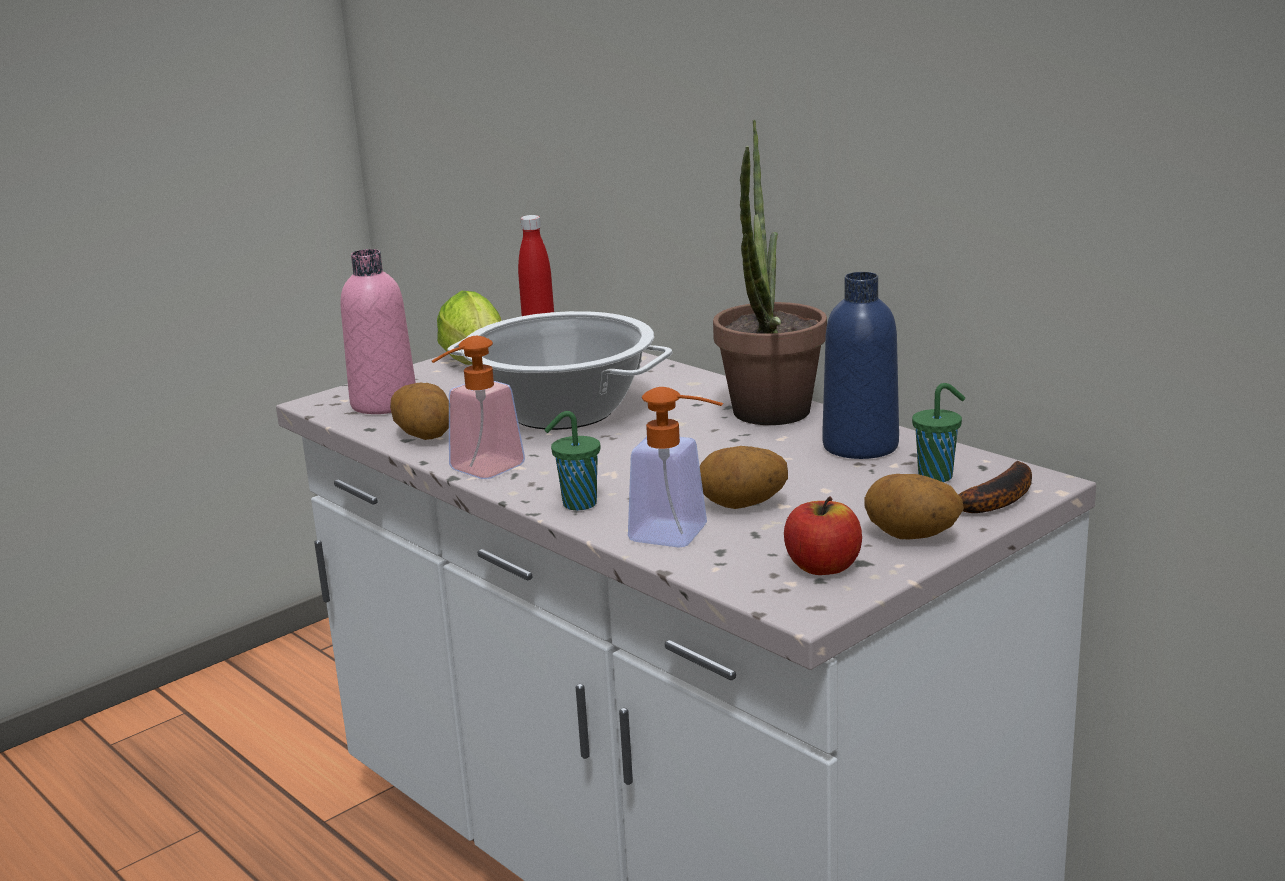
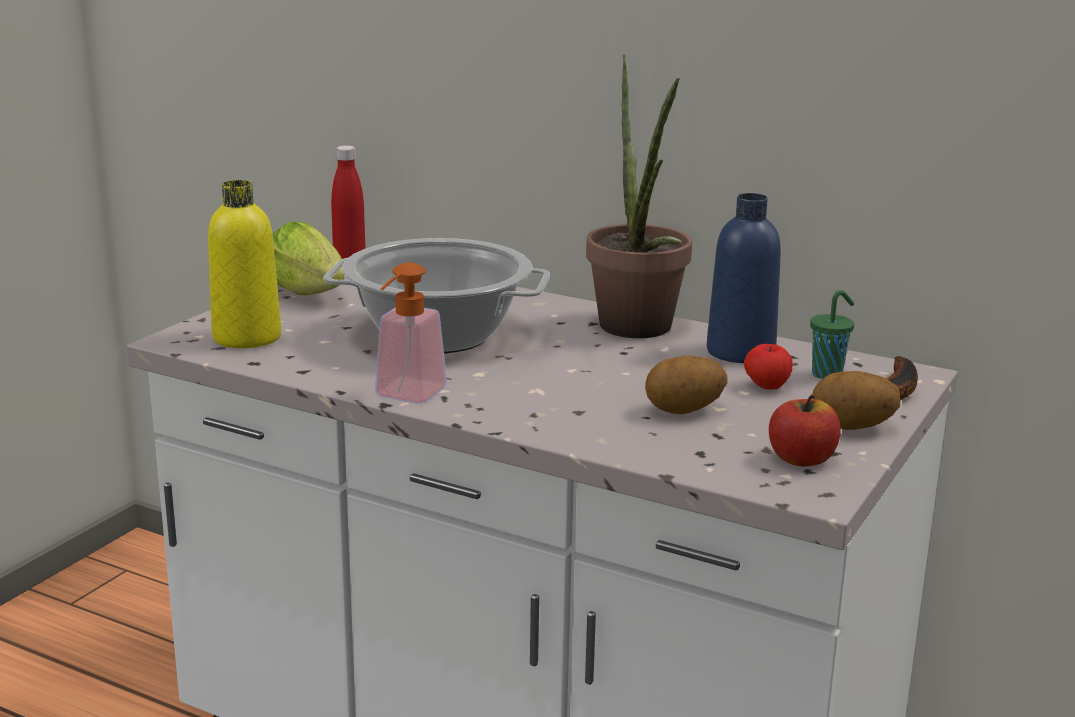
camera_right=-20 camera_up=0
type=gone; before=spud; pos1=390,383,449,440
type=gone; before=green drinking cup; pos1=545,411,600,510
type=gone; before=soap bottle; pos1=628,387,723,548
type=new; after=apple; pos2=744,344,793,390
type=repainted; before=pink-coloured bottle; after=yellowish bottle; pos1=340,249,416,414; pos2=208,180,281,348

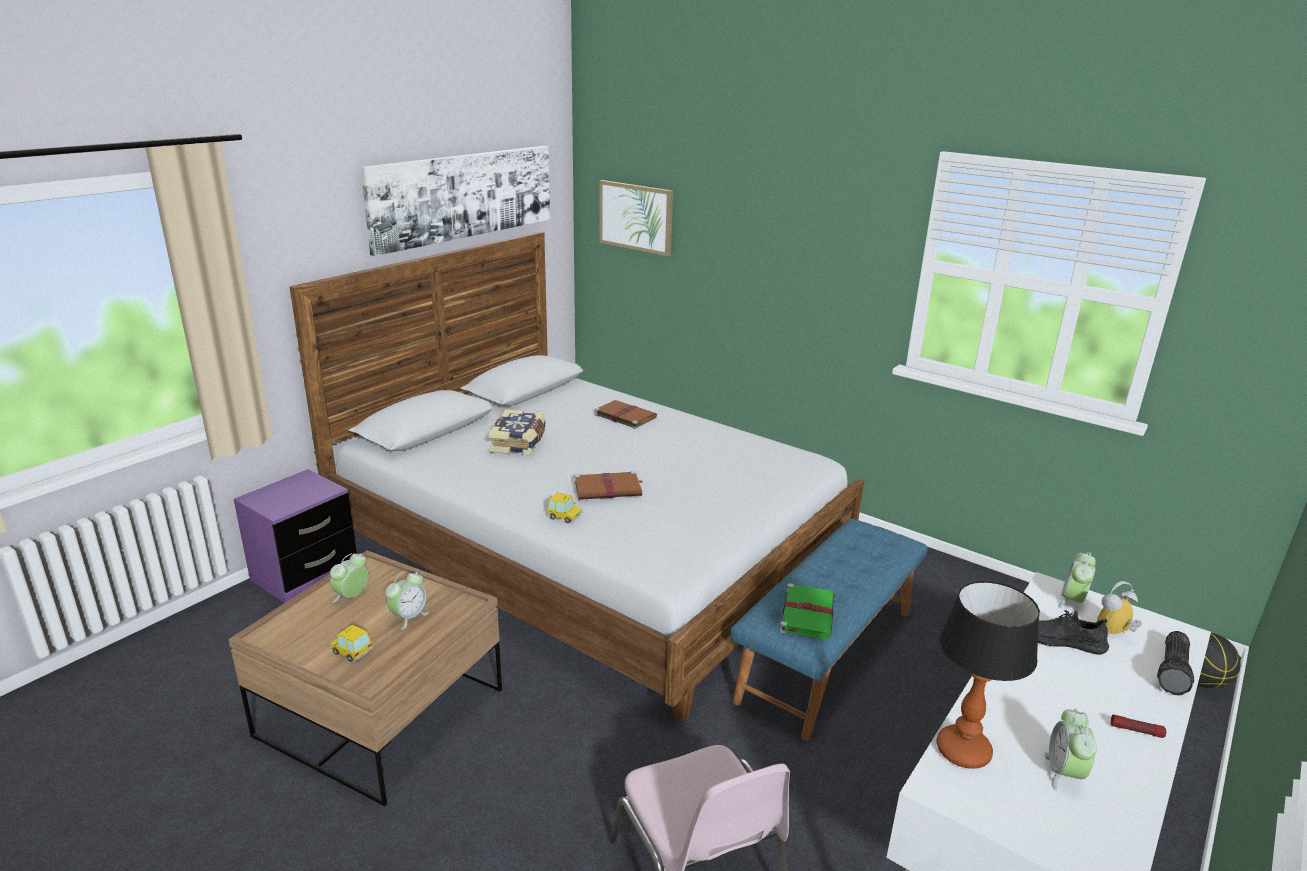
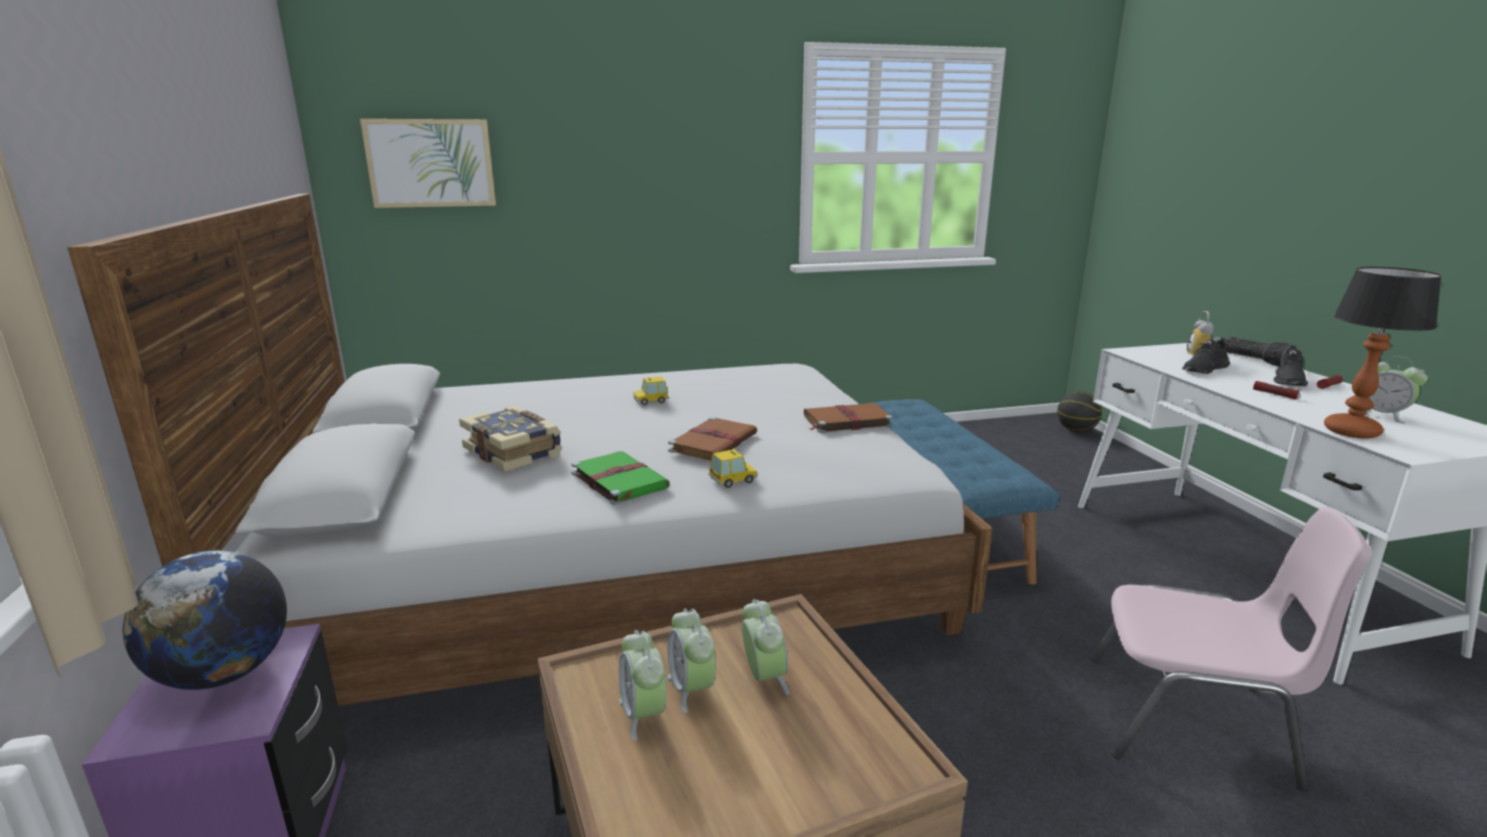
camera_right=-50 camera_up=-5
type=gone; before=picture; pos1=360,146,550,256
type=new; after=desk globe; pos2=123,551,287,690
type=new; after=torch; pos2=1253,381,1300,399
type=new; after=black low shoe; pos2=1274,345,1308,386
type=shifted; before=model car; pos1=330,625,373,662; pos2=633,376,669,405
type=shifted; before=brown-coloured bound book; pos1=594,400,657,429; pos2=804,403,893,433
type=shifted; before=green bound book; pos1=779,583,835,640; pos2=571,451,670,505
type=shifted; before=alarm clock; pos1=1058,552,1096,608; pos2=667,608,716,713

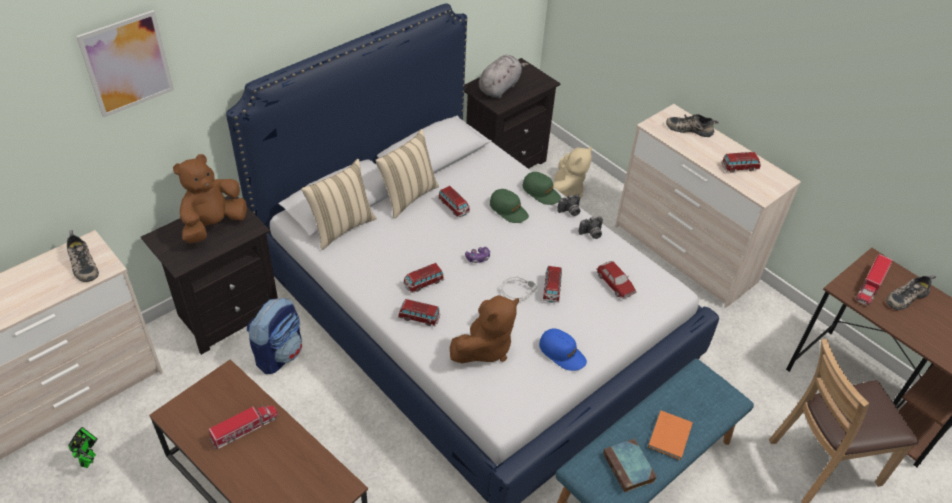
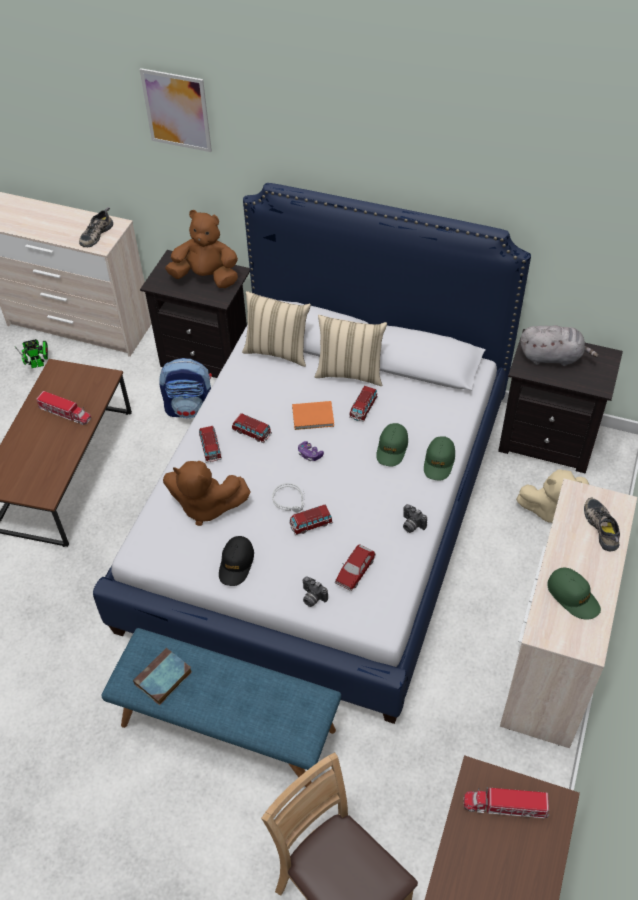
camera_right=65 camera_up=5
type=gone; before=low shoe; pos1=886,275,936,310
type=shifted; before=still camera; pos1=557,194,580,216; pos2=303,577,328,607
type=shifted; before=orange bound book; pos1=648,411,693,460; pos2=292,401,334,430
type=swapped; before=model car; after=green baseball cap; pos1=721,152,761,173; pos2=547,568,601,620
type=repainted; before=blue-coloured baseball cap; after=black baseball cap; pos1=539,328,587,371; pos2=219,536,254,586

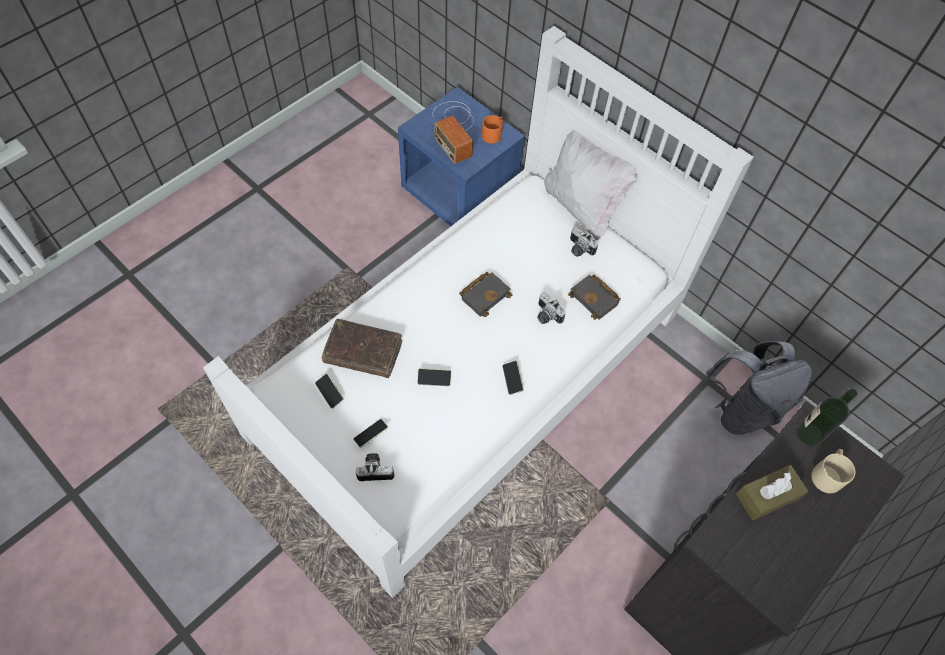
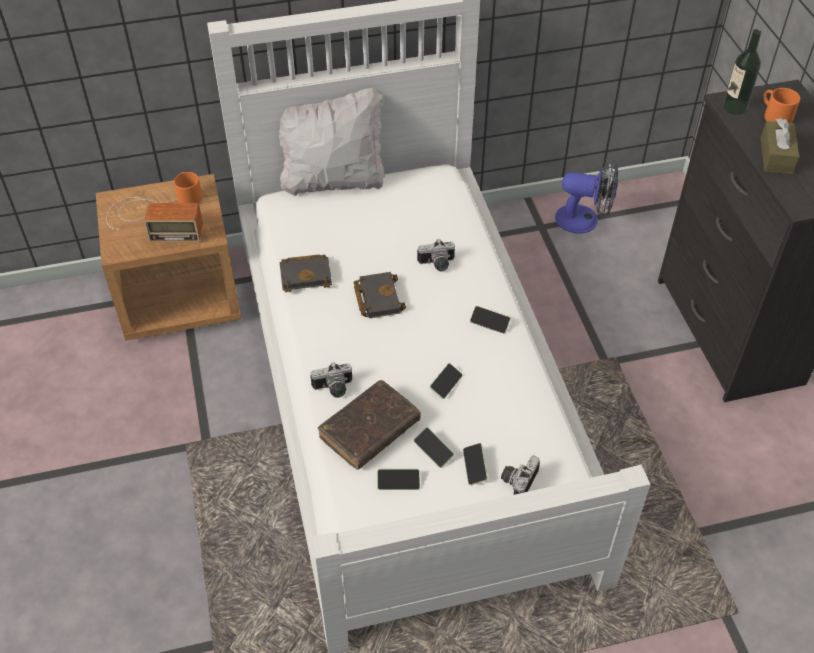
camera_right=-55 camera_up=-10
type=new; after=phone; pos2=414,427,454,468
type=shifted; before=black bound book; pos1=568,274,621,320; pos2=280,255,332,292
type=shifted; before=still camera; pos1=570,227,598,257; pos2=310,362,352,398
type=swapped; before=gray backpack; after=electric fan; pos1=705,341,812,435; pos2=555,160,618,234
type=repainted; before=blue-coloured night table; after=brown-coloured night table; pos1=398,87,525,226; pos2=96,174,241,341
type=repainted; before=beige-coloured coffee mug; after=orange coffee mug; pos1=811,449,856,493; pos2=763,88,800,123

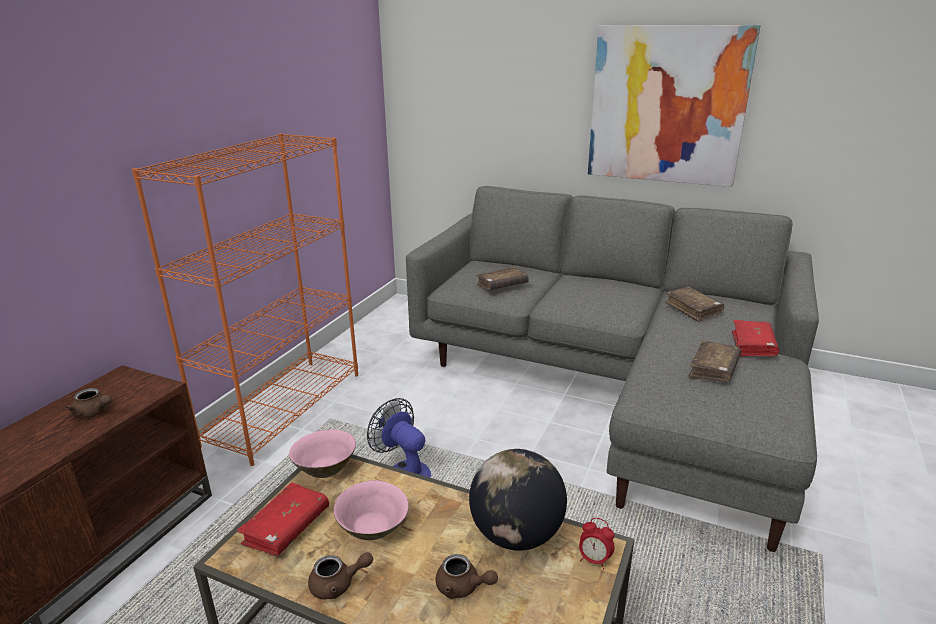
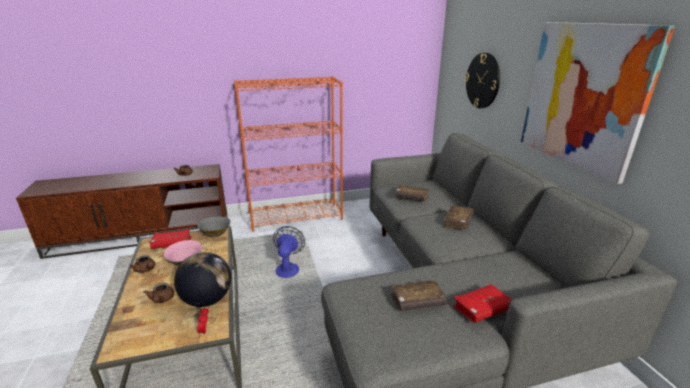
camera_right=50 camera_up=0
type=new; after=hanging clock; pos2=465,53,500,108
type=shifted; before=brown-coloured bound book; pos1=664,286,724,322; pos2=443,205,474,229
type=repainted; before=pink-coloured bowl; after=gray bowl; pos1=289,429,356,478; pos2=197,216,231,238

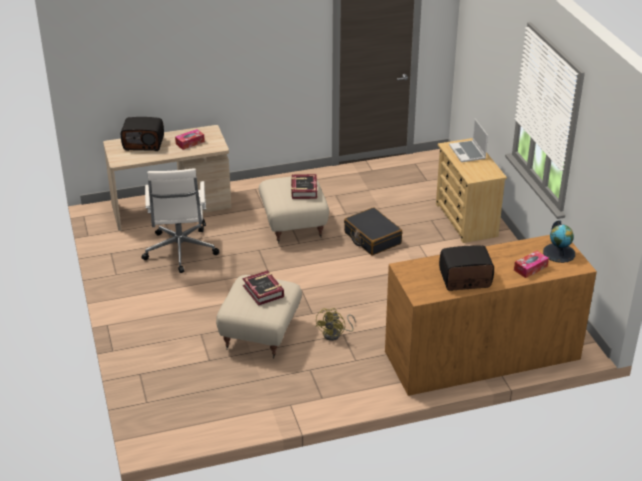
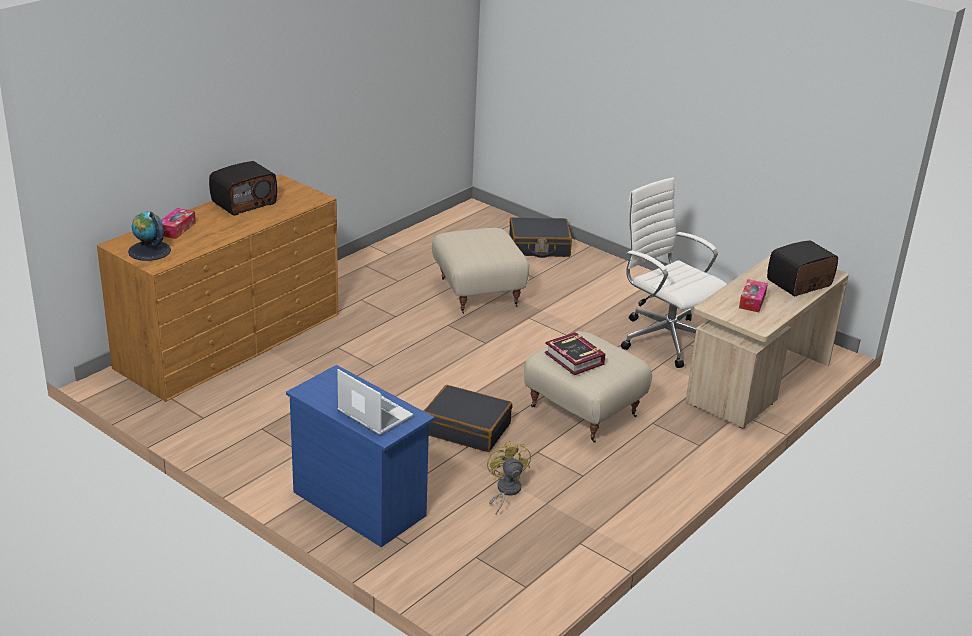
camera_right=145 camera_up=-5
type=gone; before=bound book; pos1=242,270,284,306
type=new; after=black travel case; pos2=509,217,572,258
type=shifted; before=yellowish electric fan; pos1=315,308,356,341; pos2=487,440,531,514
type=repainted; before=beige-coloured dresser; after=blue-coloured dresser; pos1=436,138,507,243; pos2=286,365,435,547

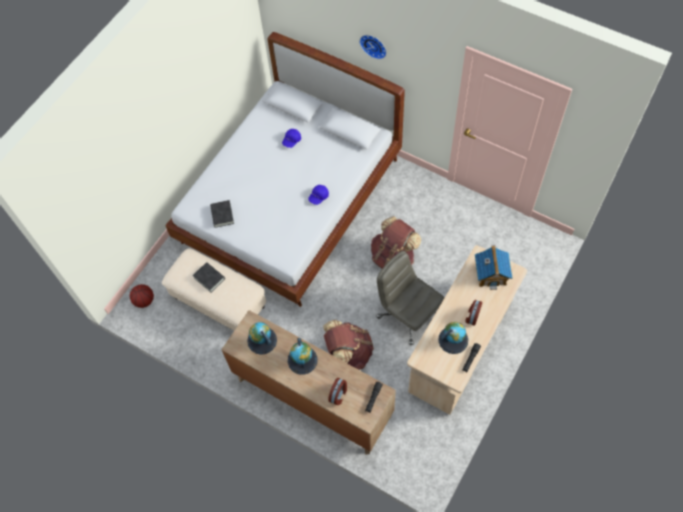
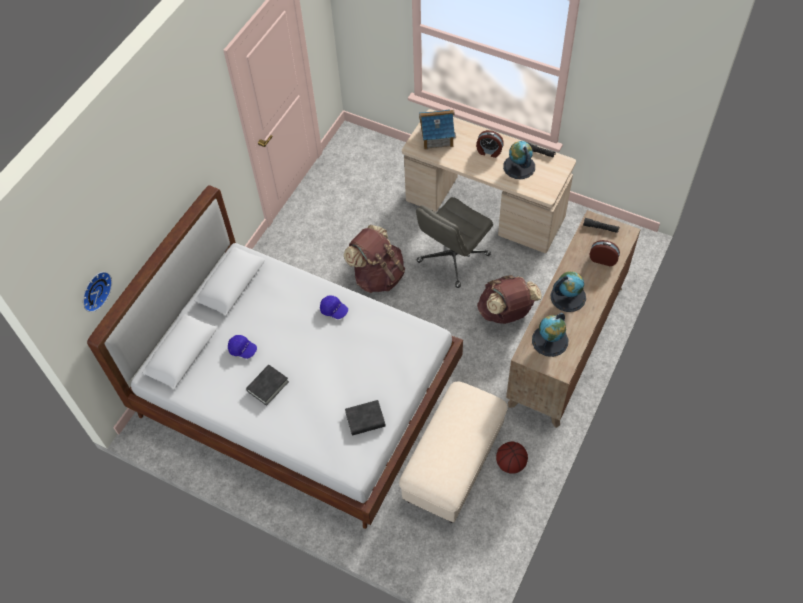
camera_right=-95 camera_up=-5
type=shifted; before=basketball ball; pos1=130,284,154,308; pos2=496,442,528,474
type=shifted; before=black bound book; pos1=193,262,225,292; pos2=246,365,289,406
type=shifted; before=hanging clock; pos1=360,35,387,59; pos2=83,272,112,312

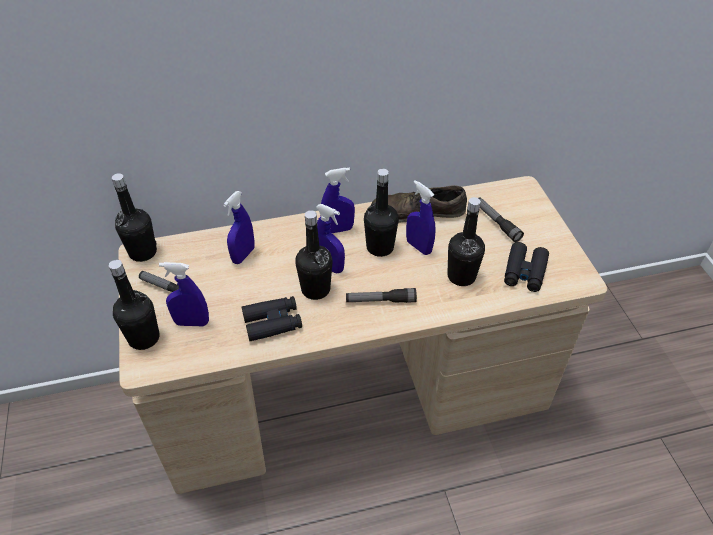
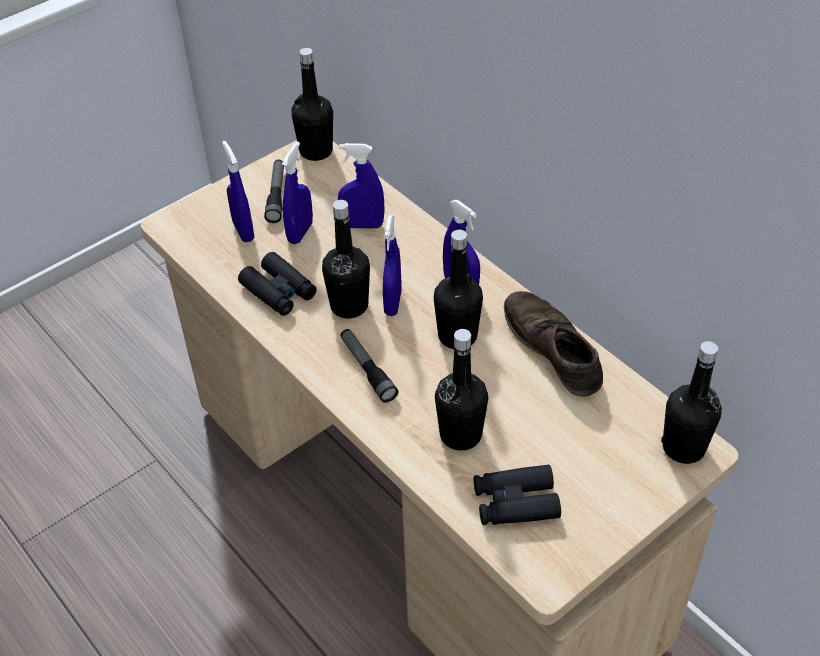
camera_right=65 camera_up=0
type=gone; before=torch; pos1=478,197,524,242
type=shifted; before=black bottle; pos1=109,260,160,350; pos2=661,341,722,464
type=shifted; before=blue-coloured sprayer; pos1=406,180,436,255; pos2=282,141,313,244

